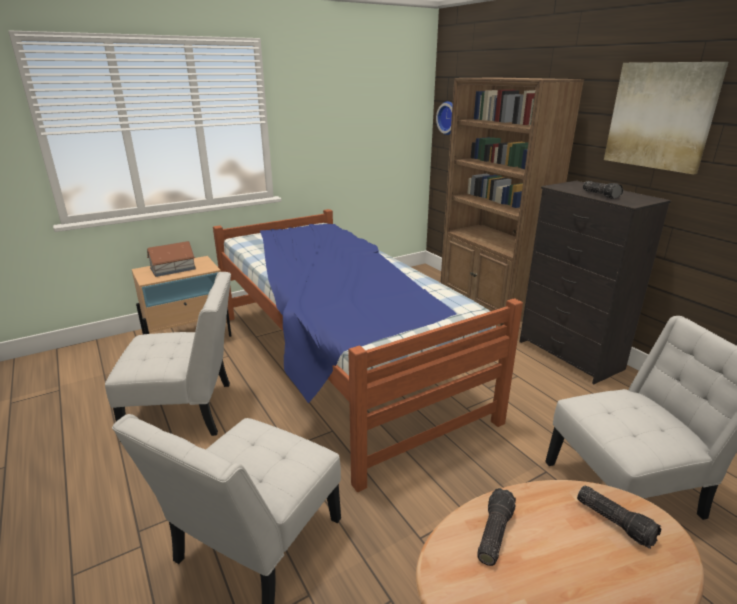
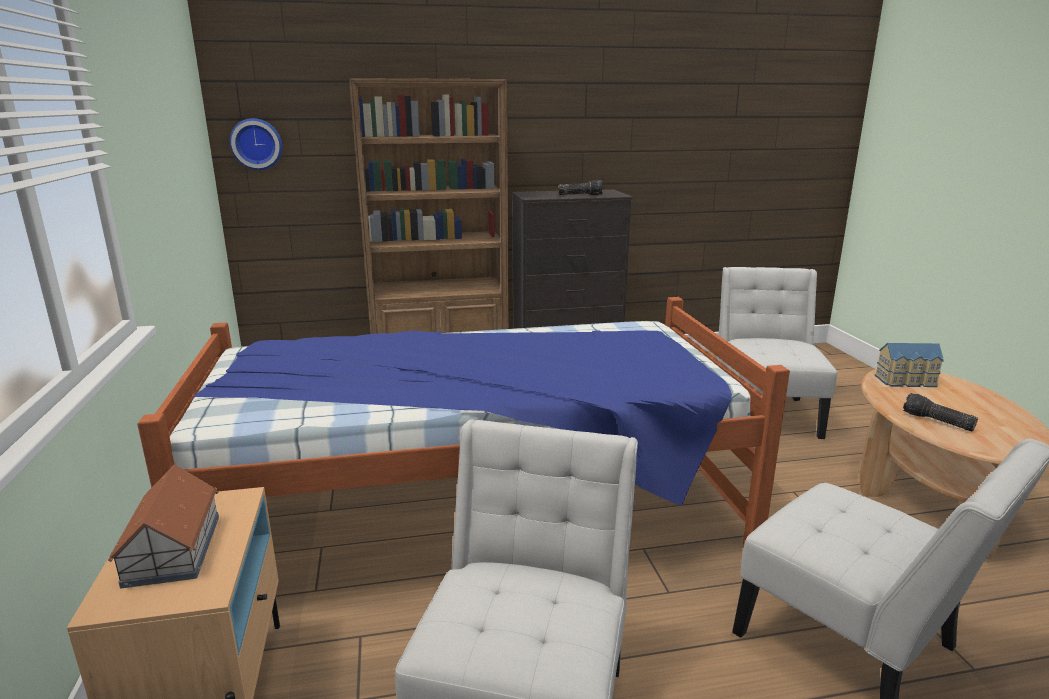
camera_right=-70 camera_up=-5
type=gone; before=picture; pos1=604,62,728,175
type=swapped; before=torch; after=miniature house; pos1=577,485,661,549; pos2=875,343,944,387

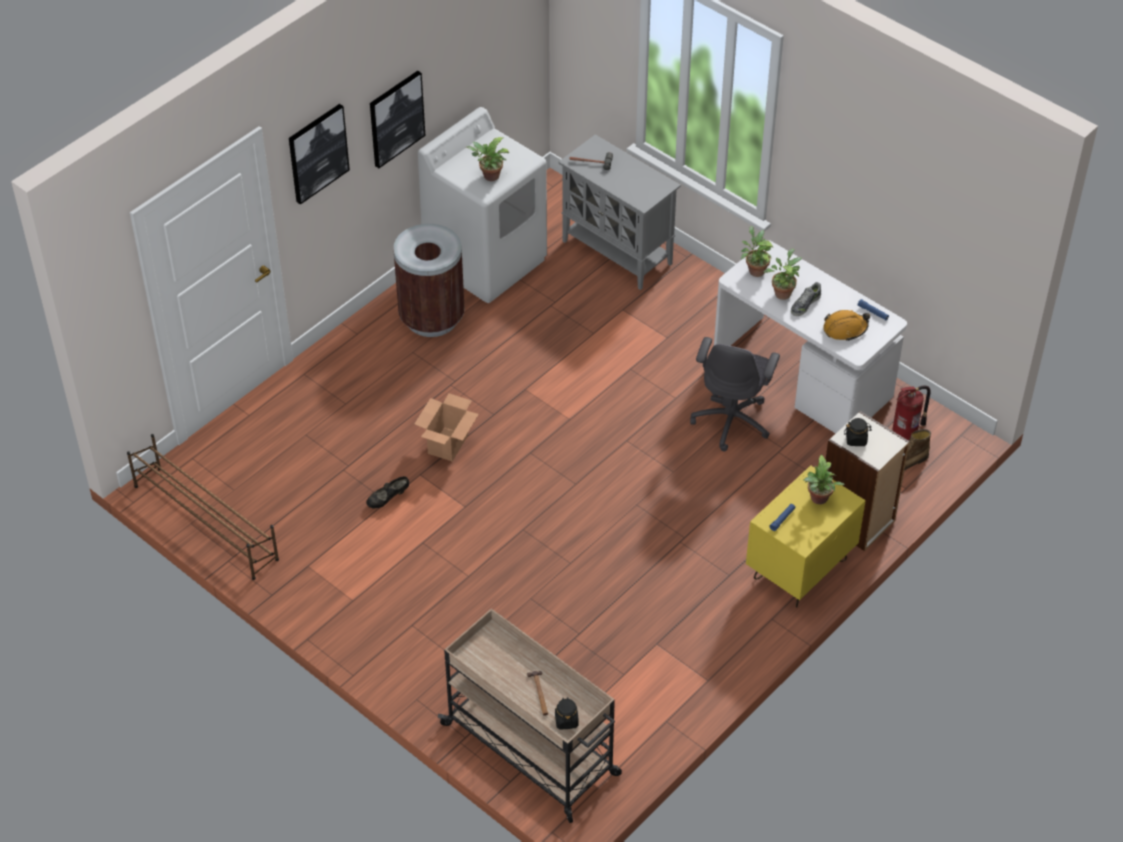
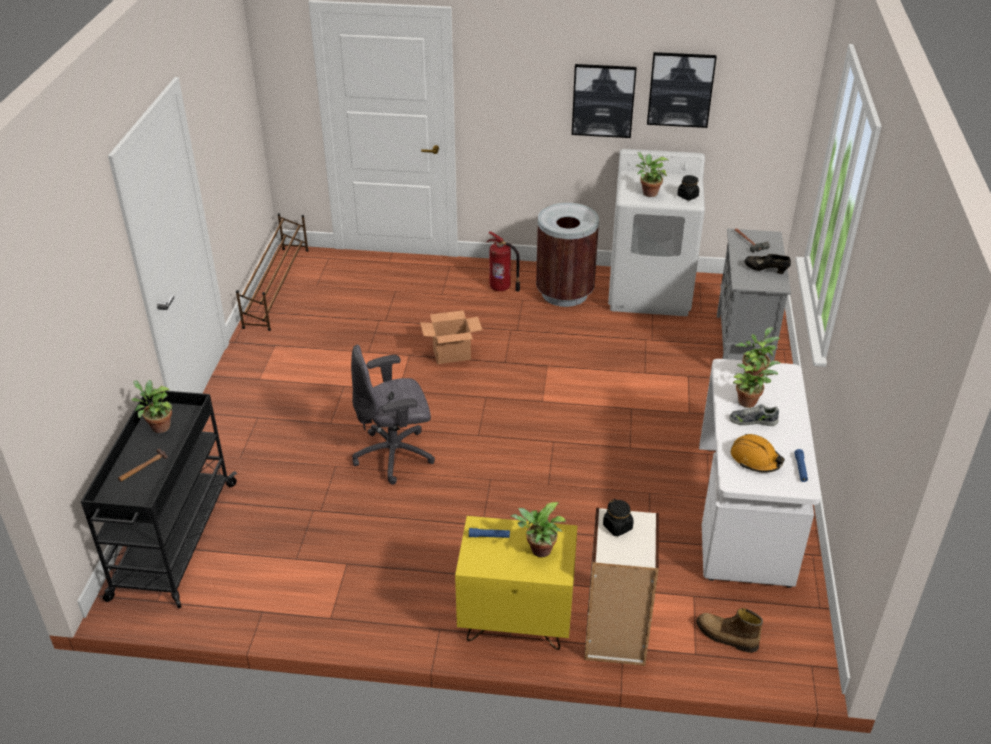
camera_right=55 camera_up=-10
type=new; after=plant in a pot; pos2=131,380,173,433
type=shifted; before=picture; pos1=289,104,350,205; pos2=647,52,717,128
type=shifted; before=black low shoe; pos1=366,476,409,508; pos2=744,254,791,274
type=shifted; before=black storage jar; pos1=555,697,579,730; pos2=677,175,699,200
type=shifted; before=gray desk chair; pos1=690,337,780,451; pos2=351,345,435,485
type=shifted; before=fire extinguisher; pos1=892,386,931,441; pos2=486,231,520,292
type=repainted; before=beige-coloured wheeled cart; after=black wheeled cart; pos1=438,608,622,823; pos2=81,391,237,609

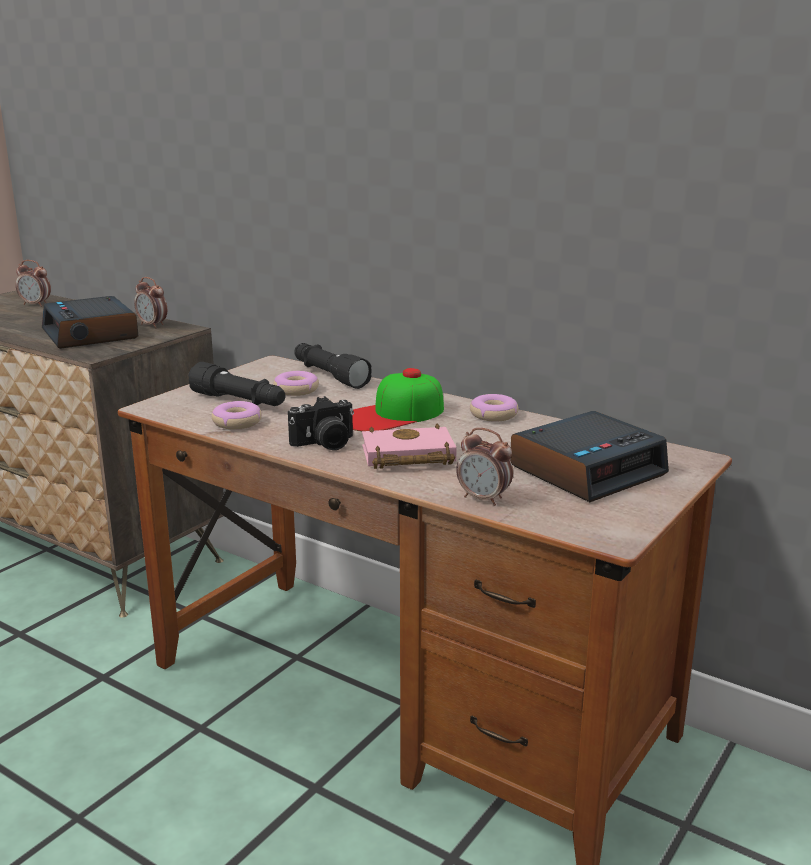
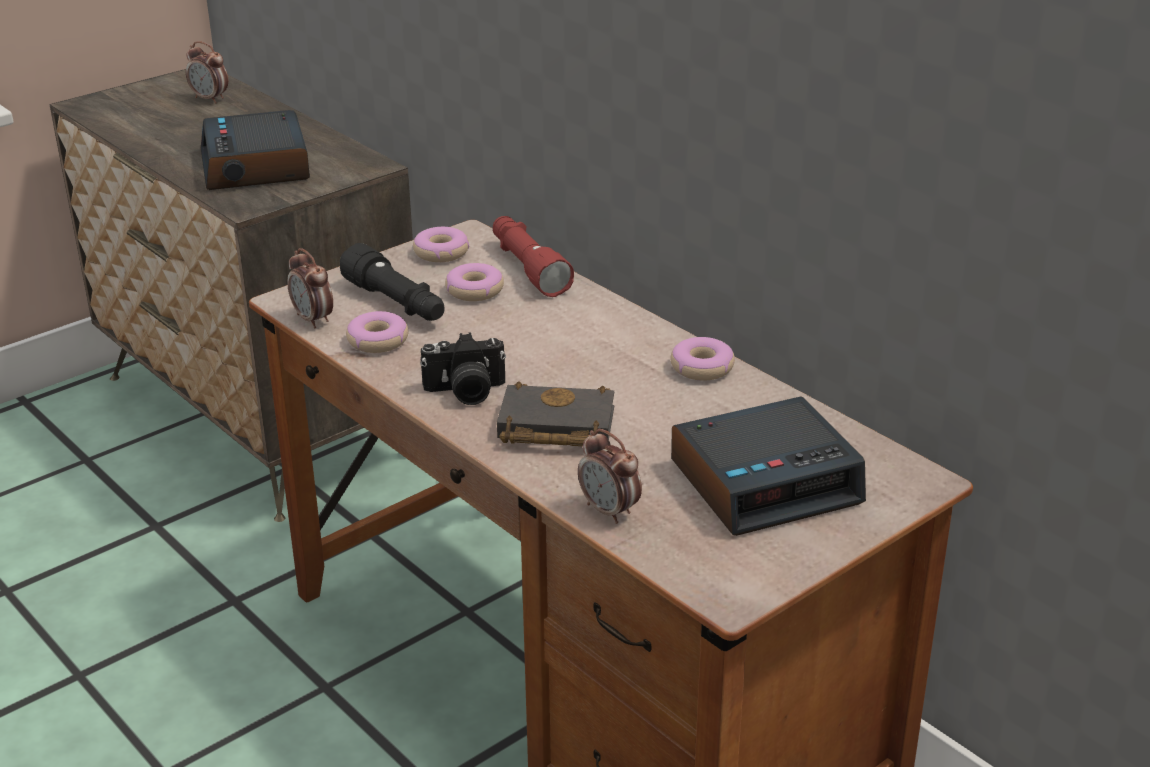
camera_right=15 camera_up=10
type=gone; before=baseball cap; pos1=352,368,444,431
type=new; after=donut; pos2=413,227,469,262
type=shifted; before=alarm clock; pos1=134,277,167,328; pos2=288,248,333,328
type=repainted; before=black torch; after=red torch; pos1=294,343,372,389; pos2=493,216,574,297
type=repainted; before=pink-coloured bound book; after=black bound book; pos1=362,423,456,469; pos2=497,381,614,446

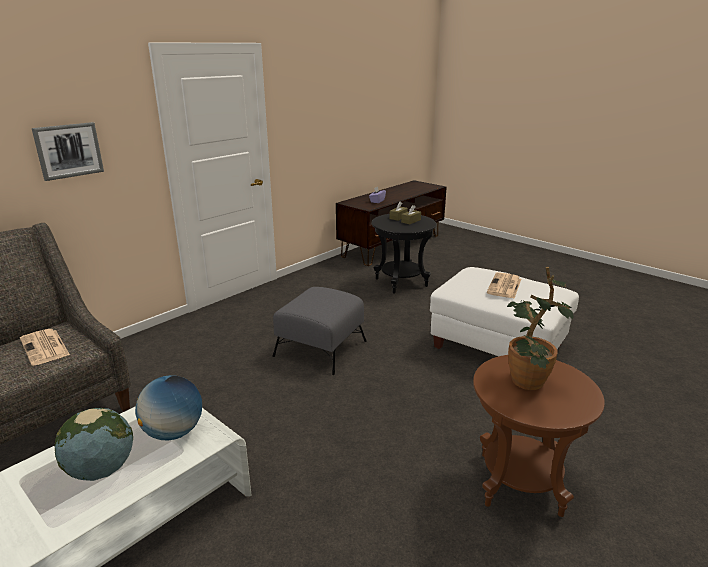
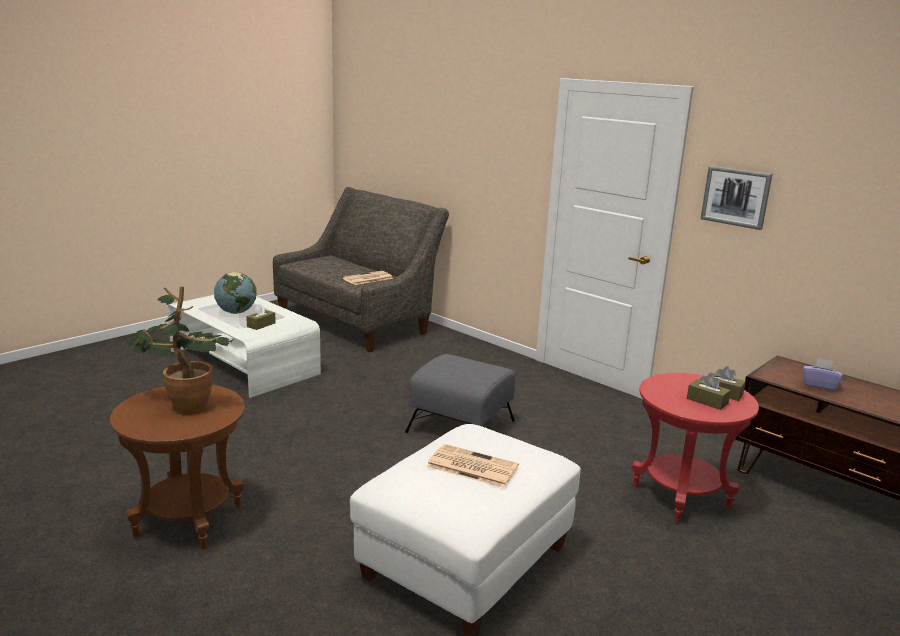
camera_right=90 camera_up=-5
type=shifted; before=picture; pos1=32,122,104,181; pos2=701,166,772,230
type=swapped; before=desk globe; after=brown-coloured tissue box; pos1=135,375,202,440; pos2=246,304,276,330
type=repainted; before=black end table; after=red end table; pos1=372,214,436,294; pos2=632,373,759,522

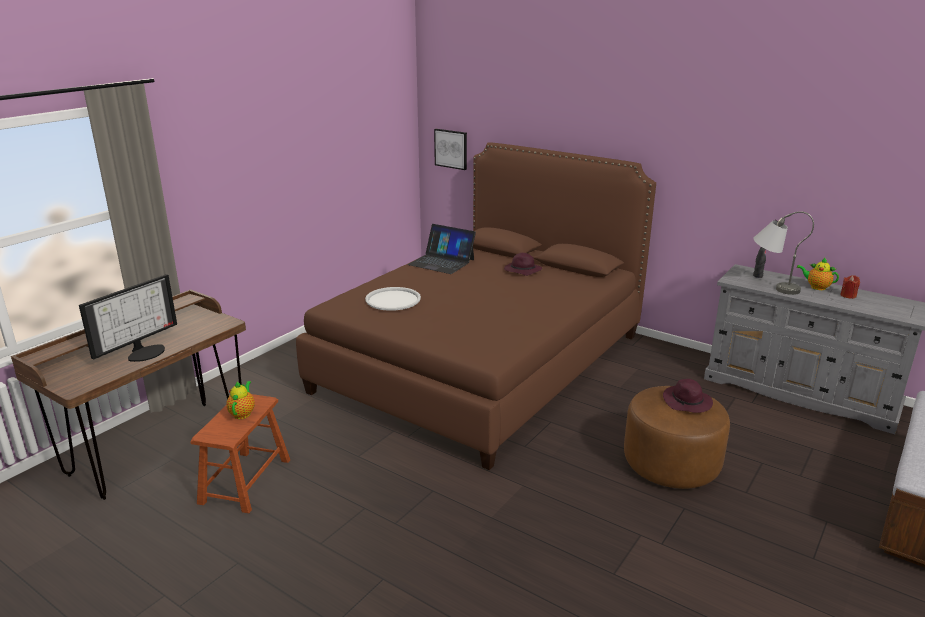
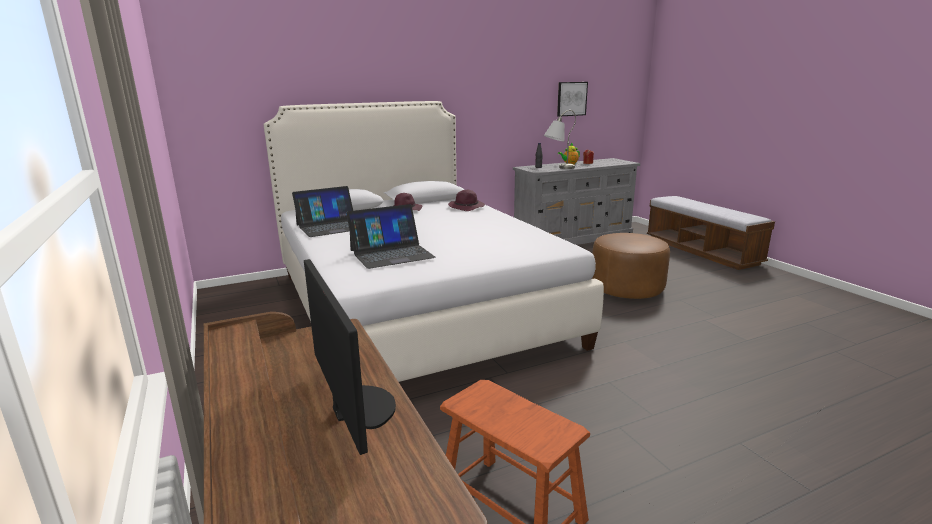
camera_right=-60 camera_up=-5
type=gone; before=tea pot; pos1=226,381,255,419
type=shifted; before=picture; pos1=434,129,467,170; pos2=557,82,588,117
type=shifted; before=purple-coloured hat; pos1=663,379,713,413; pos2=448,190,485,211
type=swapped; before=whitish serving tray; after=portable computer; pos1=365,287,421,311; pos2=346,204,436,269
type=repainted; before=brown-coloured bedroom bed; after=whitish bedroom bed; pos1=296,142,656,470; pos2=264,101,604,382

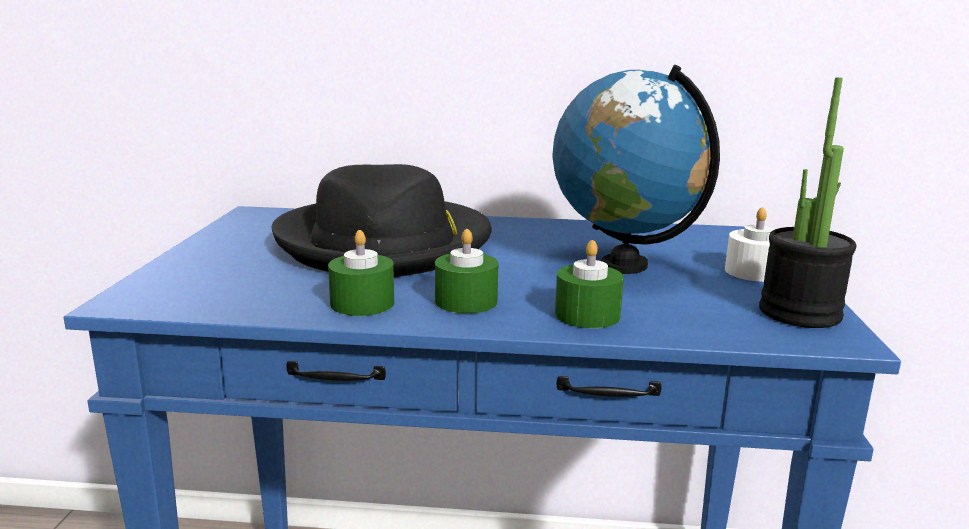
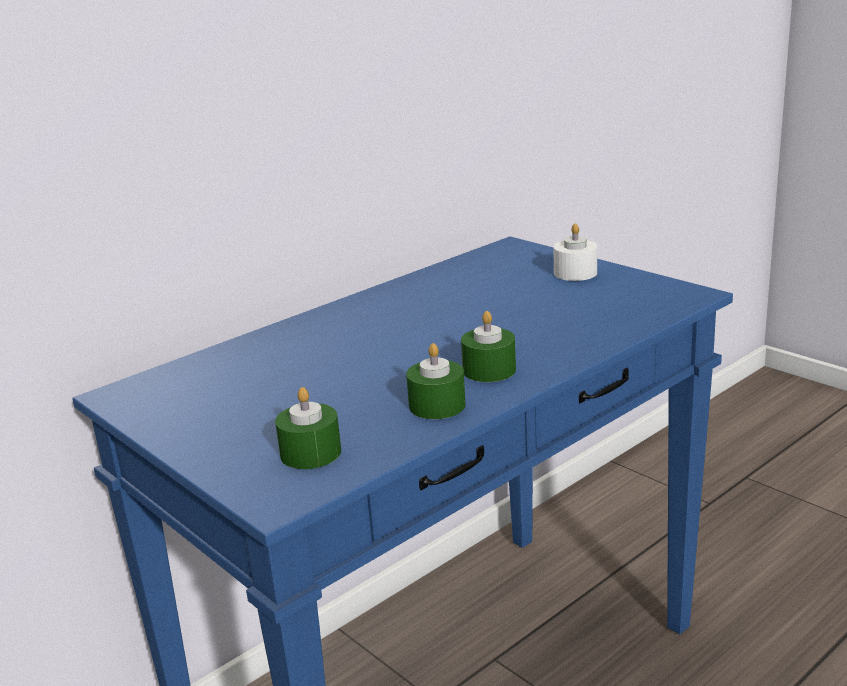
camera_right=-45 camera_up=5
type=gone; before=black hat; pos1=272,164,492,278
type=gone; before=desk globe; pos1=552,65,720,274
type=gone; before=plant in a pot; pos1=759,78,856,328
type=shifted; before=green candle; pos1=555,240,624,328; pos2=275,387,341,469

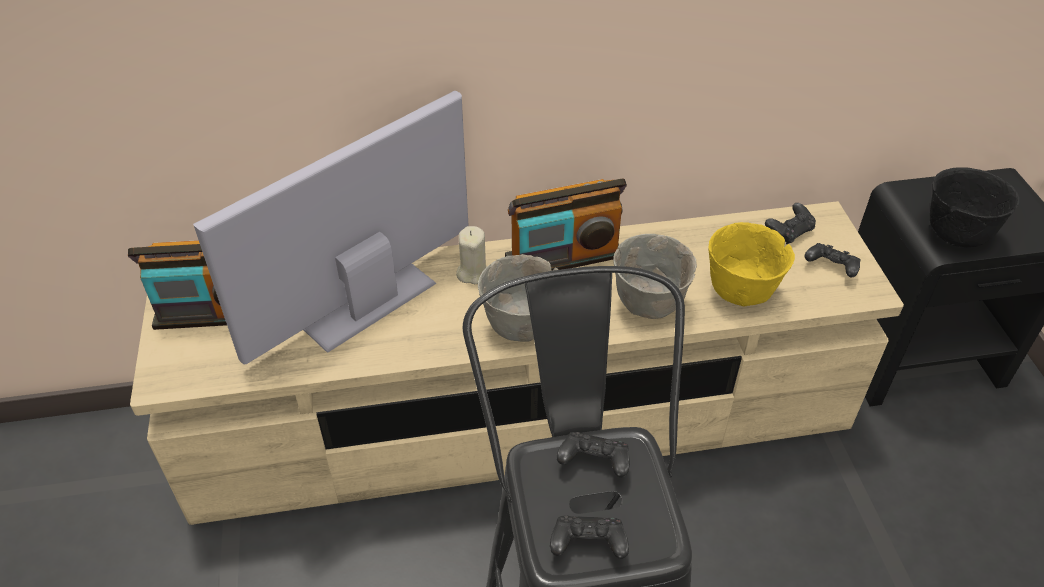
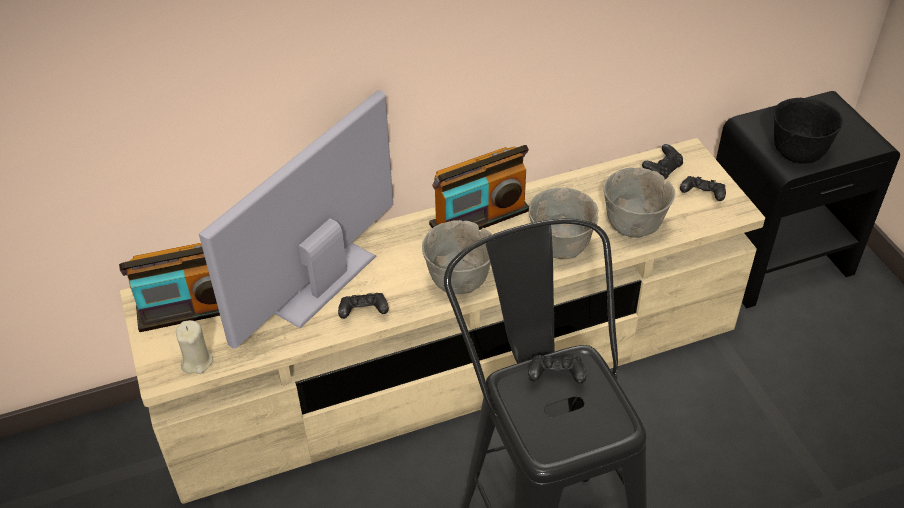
camera_right=-10 camera_up=0
type=shifted; before=beige-coloured candle; pos1=456,226,487,284; pos2=176,320,213,374
type=shifted; before=black game controller; pos1=550,516,629,559; pos2=338,293,389,319
type=repainted; before=yellowish bowl; after=gray bowl; pos1=708,222,795,306; pos2=604,167,675,238

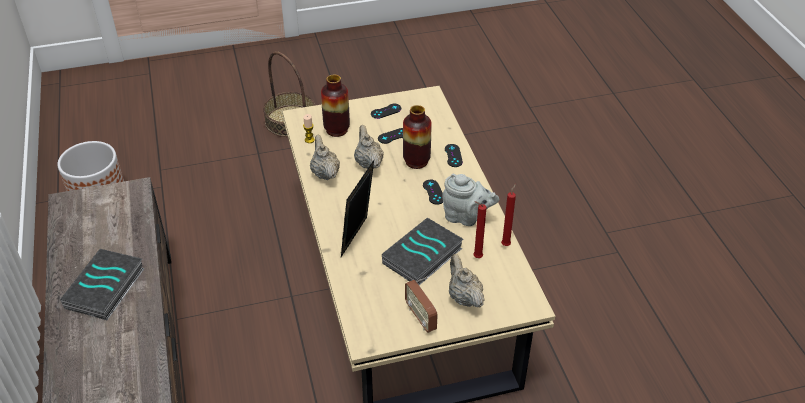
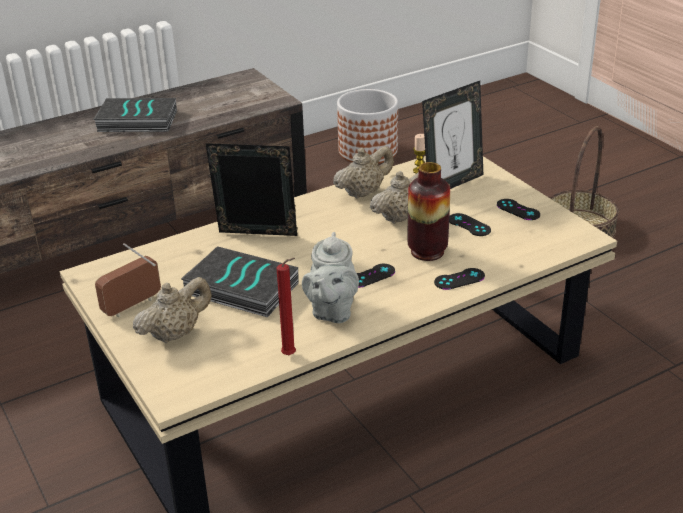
camera_right=75 camera_up=-10
type=gone; before=red candle; pos1=473,201,487,258
type=swapped; before=vase; after=picture frame; pos1=321,75,350,137; pos2=422,81,483,189

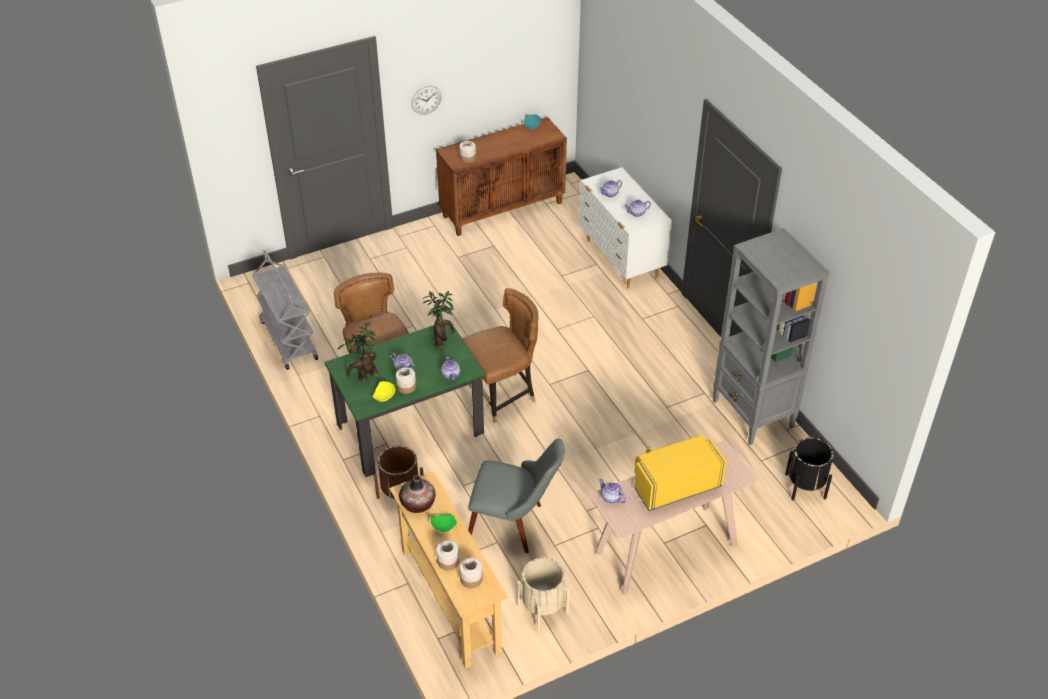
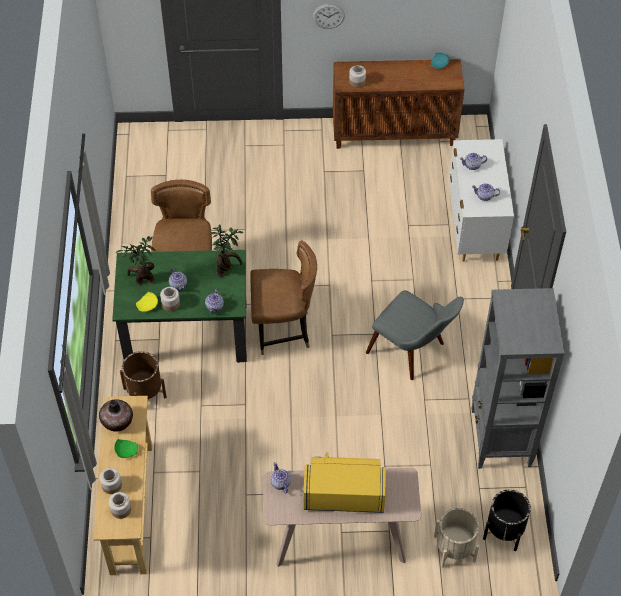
camera_right=25 camera_up=10
type=gone; before=gray wheeled cart; pos1=252,250,318,370
type=shifted; before=gray upright chair; pos1=468,439,565,553; pos2=366,290,464,380
type=shifted; before=beige-coloured flower pot; pos1=517,557,570,630; pos2=434,508,479,568

